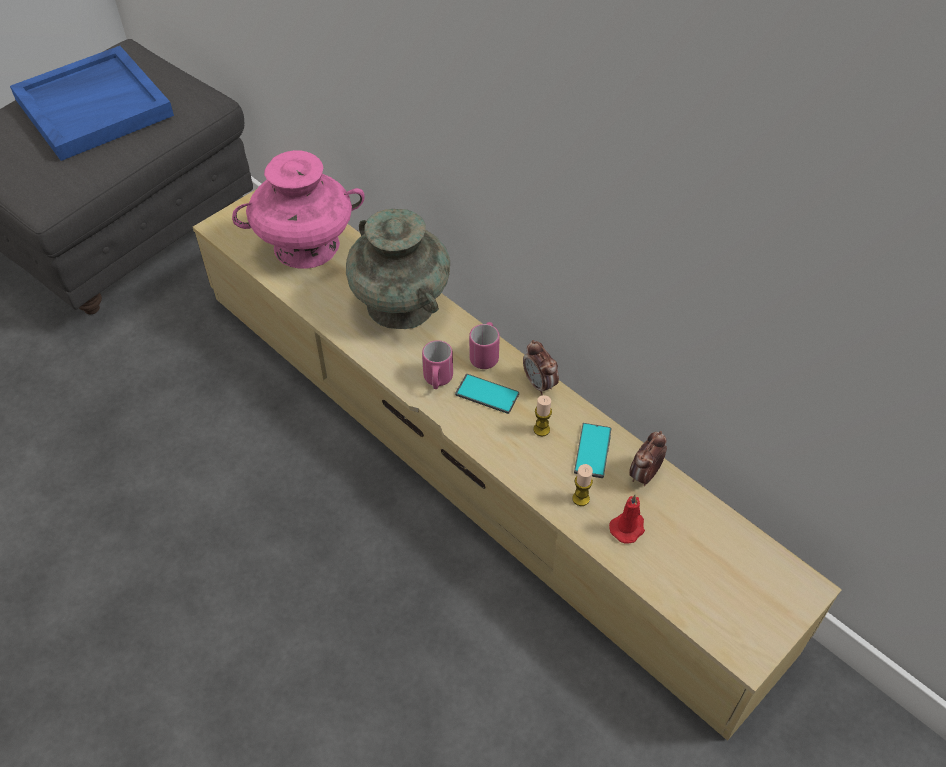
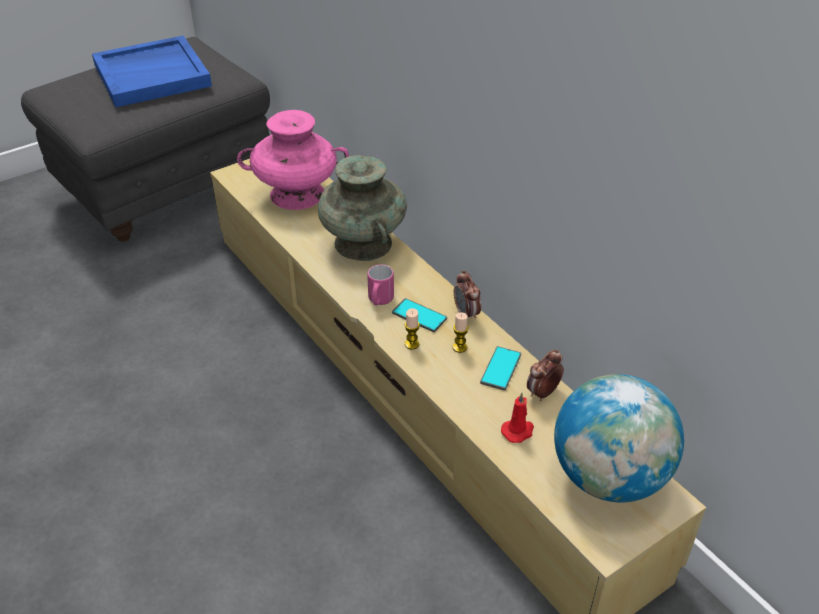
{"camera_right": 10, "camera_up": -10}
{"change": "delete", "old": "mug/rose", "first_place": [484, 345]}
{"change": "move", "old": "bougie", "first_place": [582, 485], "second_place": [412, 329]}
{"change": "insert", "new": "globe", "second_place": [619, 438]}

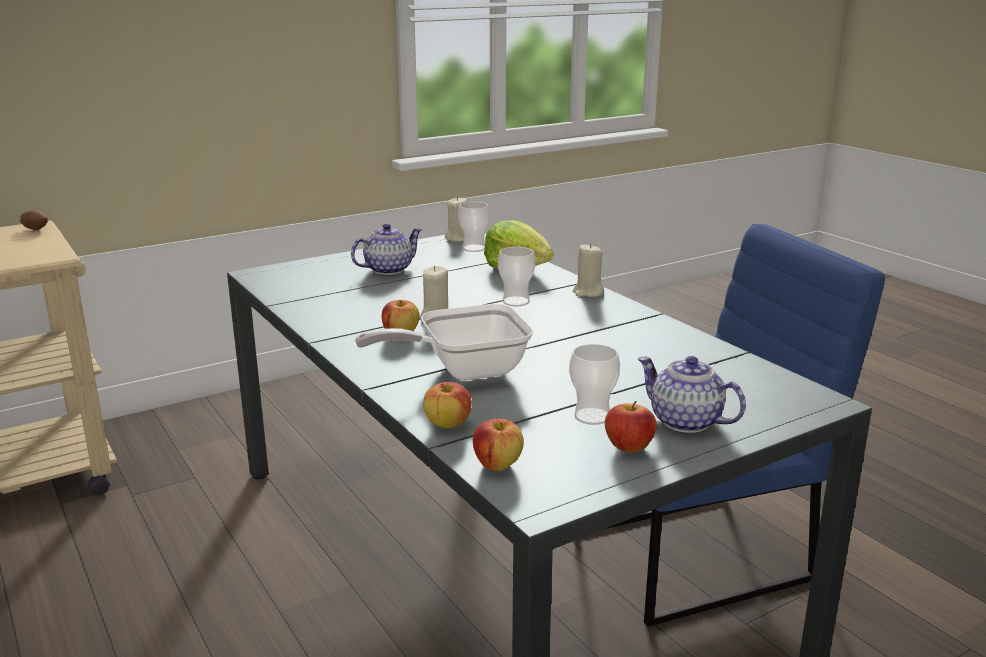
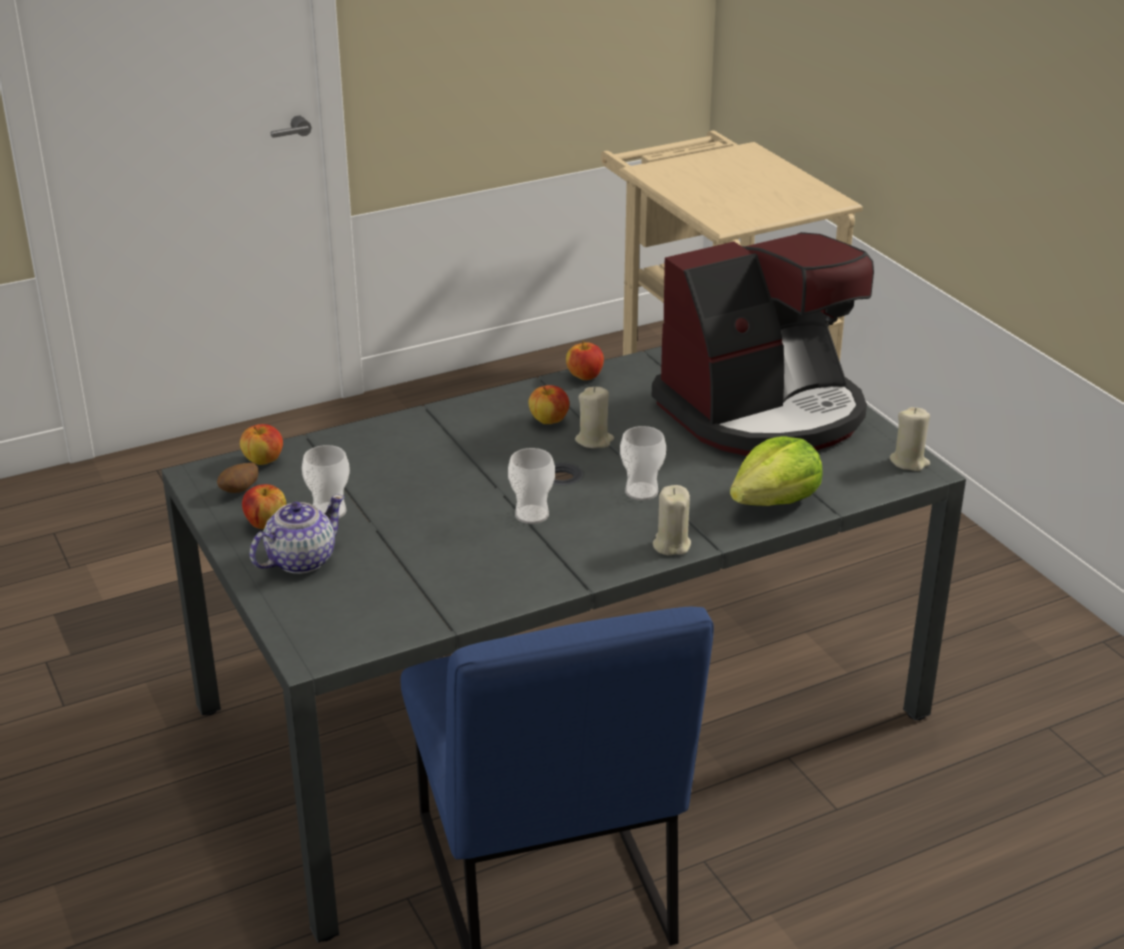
{"camera_right": 95, "camera_up": 10}
{"change": "move", "old": "pomme de terre", "first_place": [34, 220], "second_place": [237, 478]}
{"change": "replace", "old": "théière", "new": "machine à café", "first_place": [386, 249], "second_place": [763, 344]}
{"change": "delete", "old": "poêle", "first_place": [444, 342]}
{"change": "move", "old": "pomme", "first_place": [447, 405], "second_place": [585, 360]}
{"change": "move", "old": "tasse", "first_place": [474, 227], "second_place": [531, 486]}

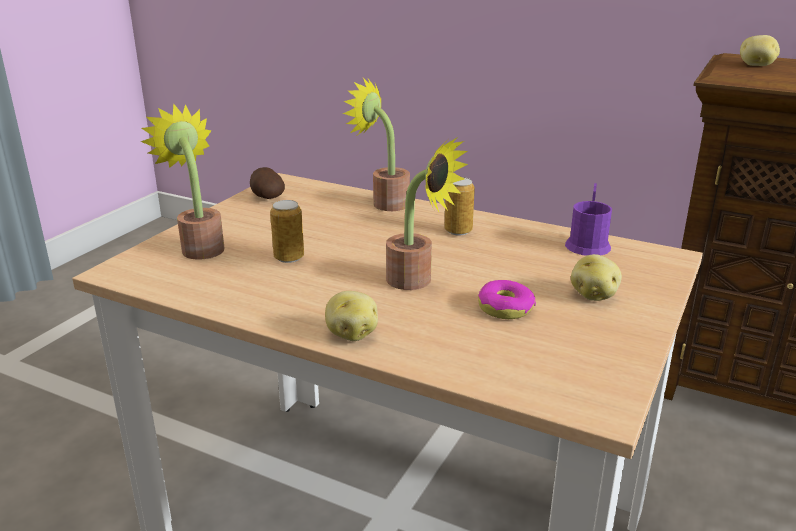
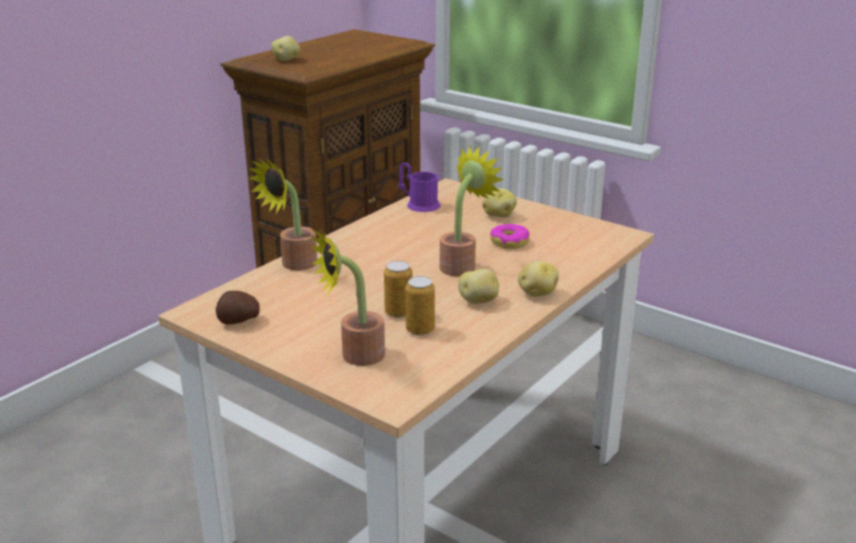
{"camera_right": -80, "camera_up": 0}
{"change": "move", "old": "boîte métallique", "first_place": [459, 206], "second_place": [420, 306]}
{"change": "insert", "new": "pomme de terre", "second_place": [478, 286]}

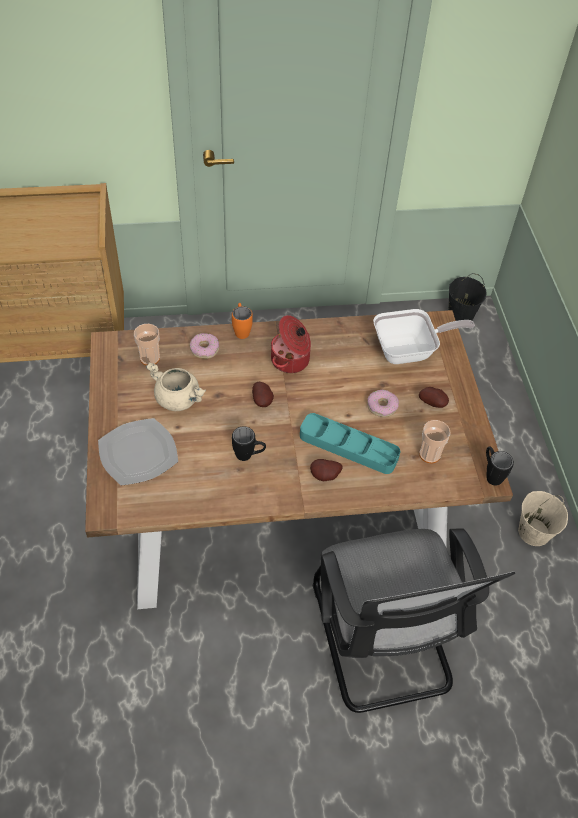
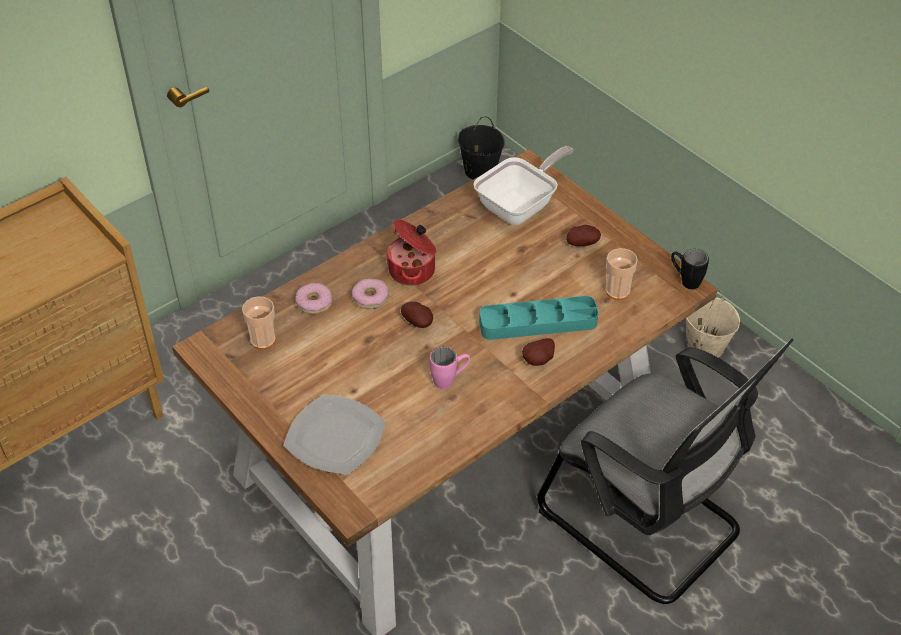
{"camera_right": -30, "camera_up": -5}
{"change": "delete", "old": "marmite/beige", "first_place": [176, 387]}
{"change": "delete", "old": "mug/orange", "first_place": [242, 321]}
{"change": "recolor", "old": "mug/noir", "new": "mug/rose", "first_place": [249, 443], "second_place": [450, 368]}
{"change": "move", "old": "beignet", "first_place": [383, 403], "second_place": [370, 293]}

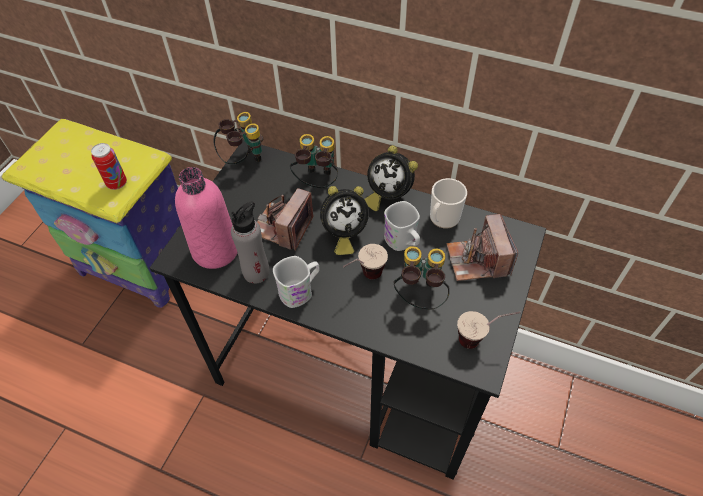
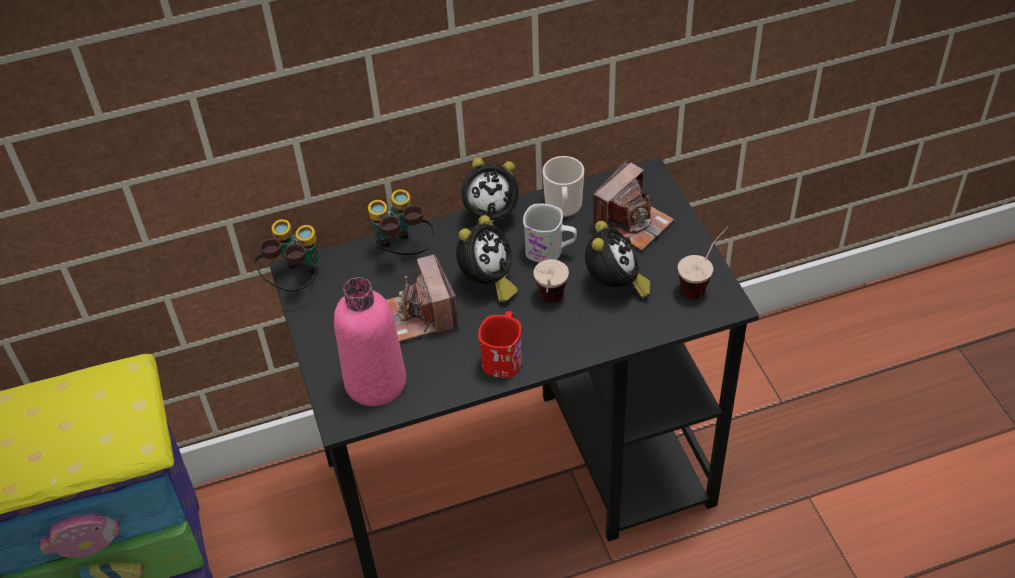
{"camera_right": -40, "camera_up": -5}
{"change": "delete", "old": "boîte métallique", "first_place": [109, 166]}
{"change": "delete", "old": "bouteille/gris", "first_place": [250, 242]}
{"change": "recolor", "old": "mug/blanc", "new": "mug/rouge", "first_place": [296, 282], "second_place": [500, 344]}
{"change": "replace", "old": "jumelles", "new": "réveil", "first_place": [422, 278], "second_place": [618, 259]}
{"change": "rotate", "old": "appareil photo", "first_place": [482, 247], "second_place": [633, 206], "degrees": -90}

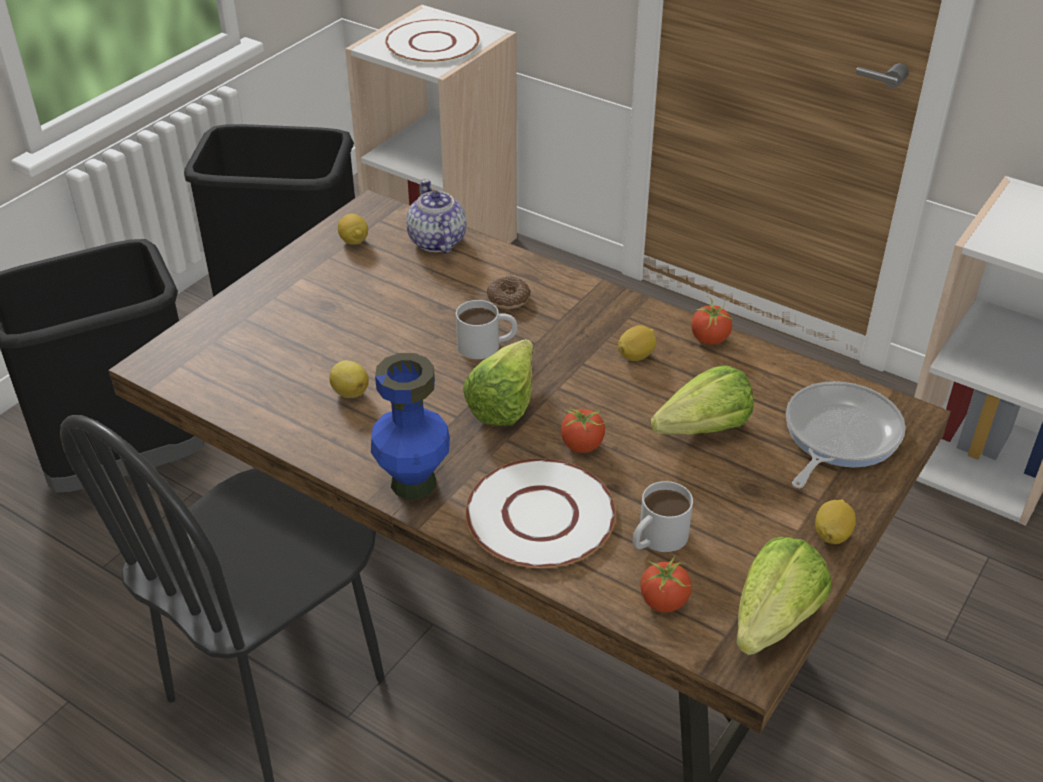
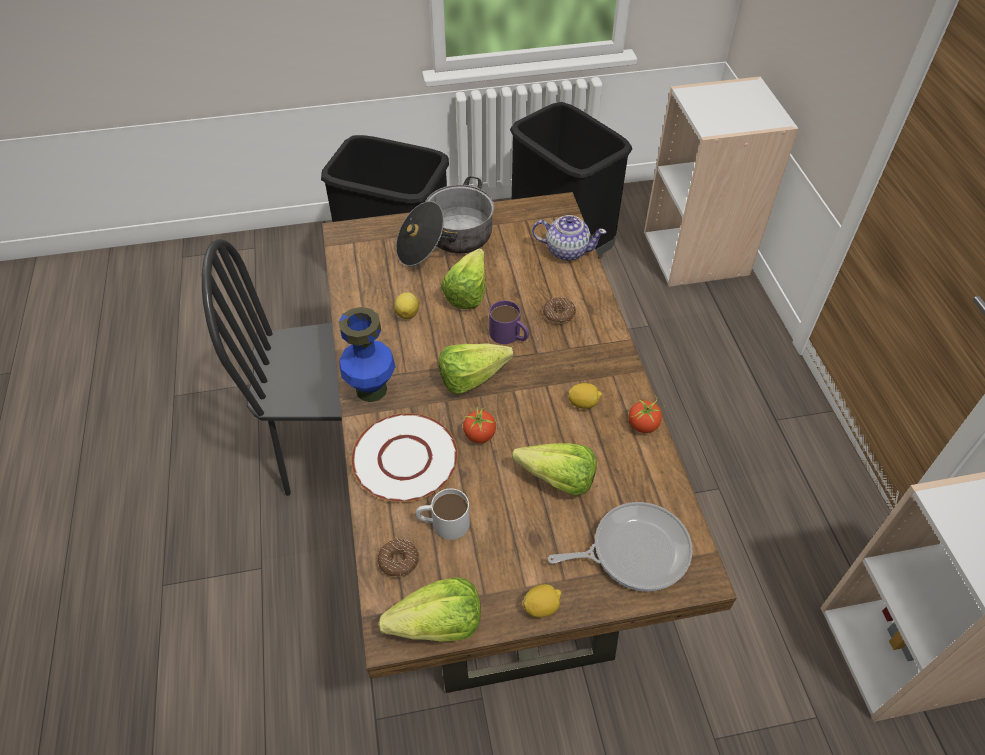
{"camera_right": 45, "camera_up": 10}
{"change": "delete", "old": "citron", "first_place": [353, 229]}
{"change": "delete", "old": "assiette/blanc", "first_place": [432, 41]}
{"change": "rotate", "old": "théière", "first_place": [436, 216], "second_place": [569, 238], "degrees": 75}
{"change": "recolor", "old": "mug/blanc", "new": "mug/violet", "first_place": [486, 329], "second_place": [509, 322]}
{"change": "replace", "old": "tomate", "new": "beignet", "first_place": [666, 583], "second_place": [398, 558]}
{"change": "insert", "new": "marmite", "second_place": [445, 221]}
{"change": "insert", "new": "laitue", "second_place": [463, 278]}

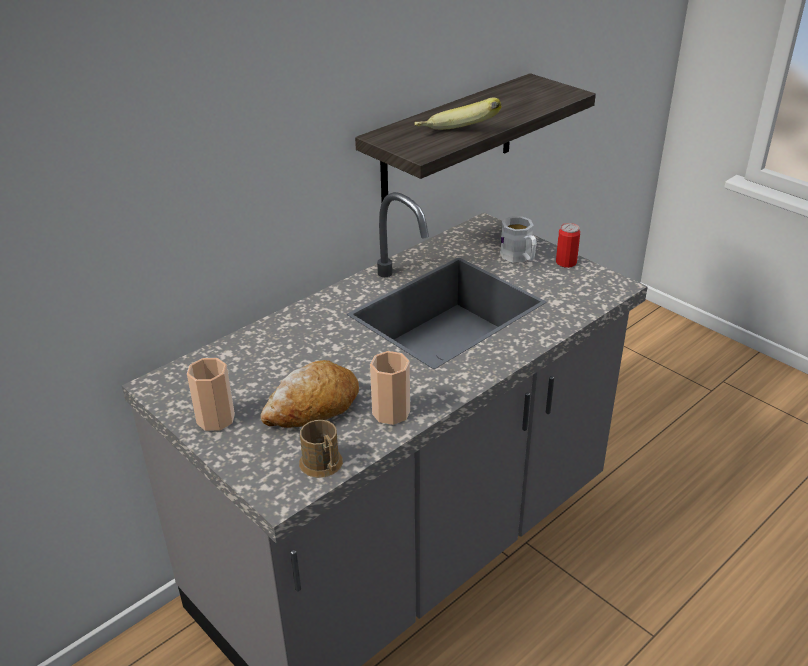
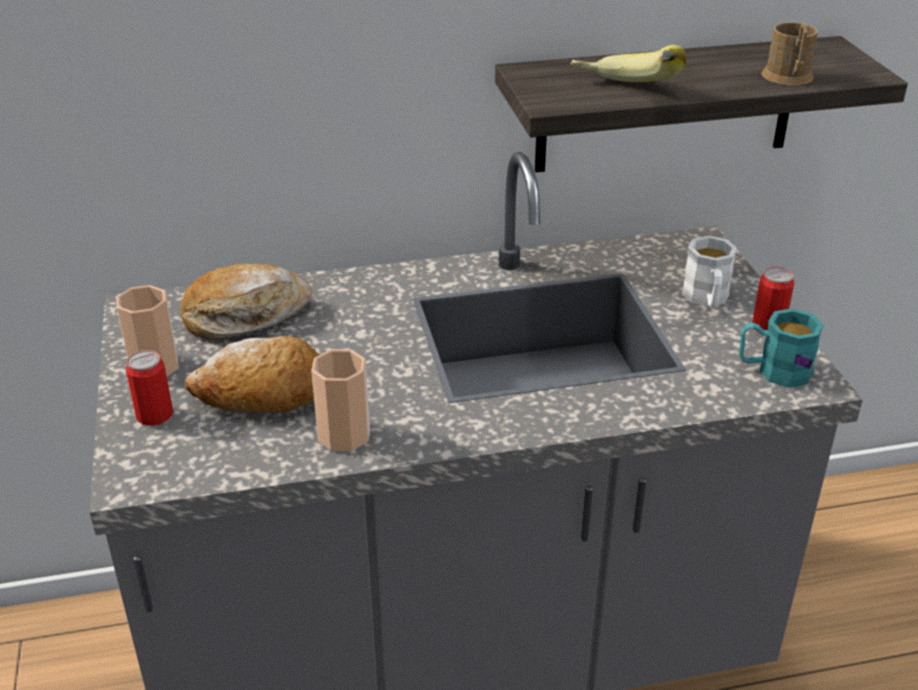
{"camera_right": 30, "camera_up": 0}
{"change": "move", "old": "mug/marron", "first_place": [321, 449], "second_place": [789, 53]}
{"change": "insert", "new": "boîte métallique", "second_place": [149, 388]}
{"change": "insert", "new": "pain", "second_place": [246, 301]}
{"change": "insert", "new": "mug/turquoise", "second_place": [781, 348]}

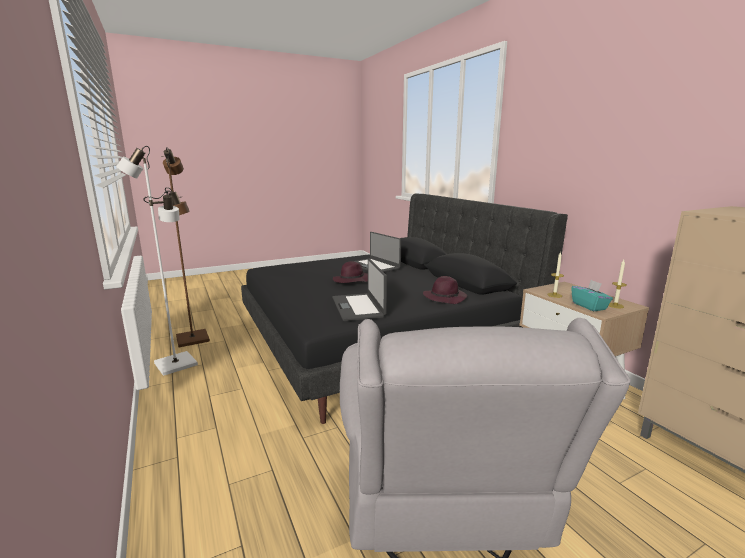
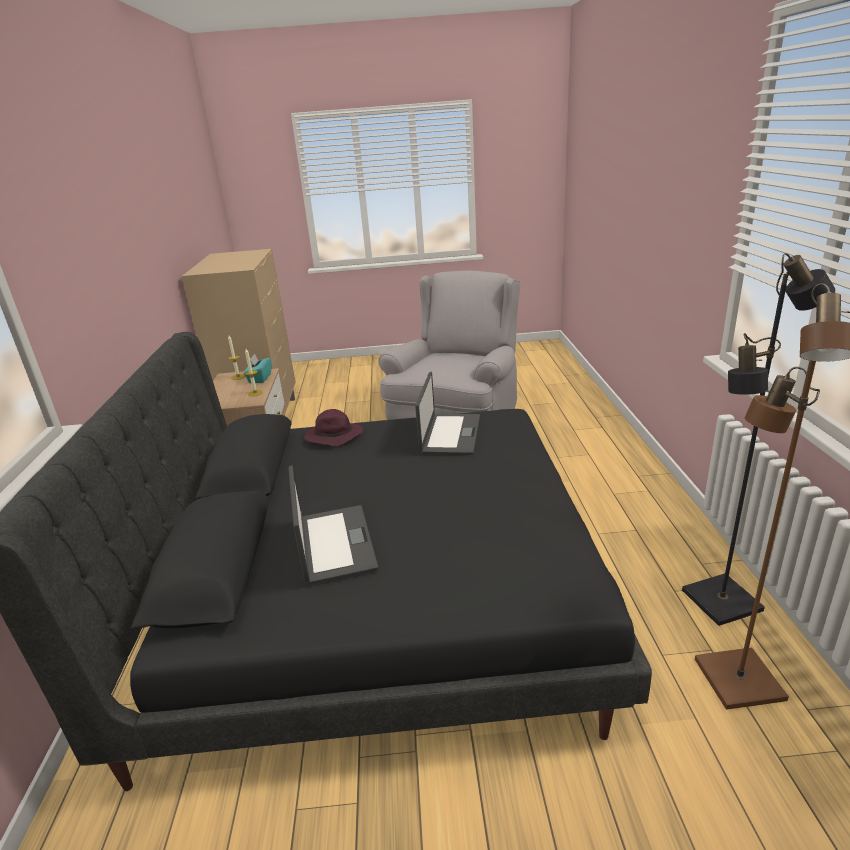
{"camera_right": -155, "camera_up": 10}
{"change": "recolor", "old": "lampadaire/blanc", "new": "lampadaire/noir", "first_place": [157, 261], "second_place": [758, 439]}
{"change": "delete", "old": "chapeau/violet", "first_place": [350, 272]}

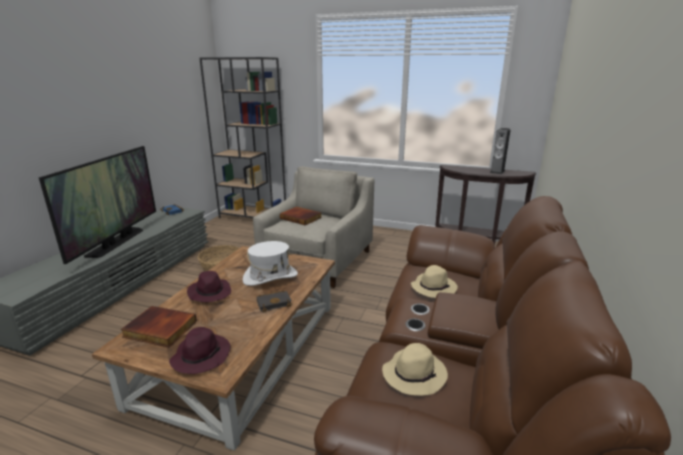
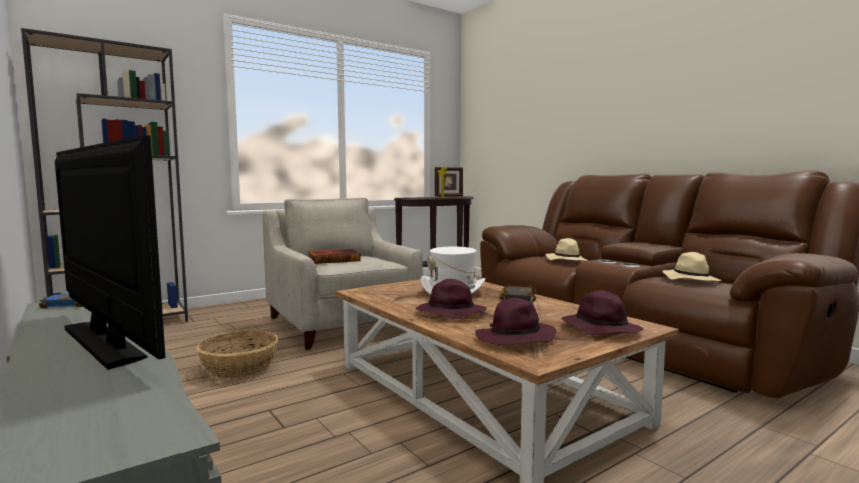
{"camera_right": -55, "camera_up": -15}
{"change": "replace", "old": "livre", "new": "chapeau/violet", "first_place": [159, 326], "second_place": [515, 321]}
{"change": "replace", "old": "enceinte", "new": "cadre photo", "first_place": [500, 151], "second_place": [449, 181]}

